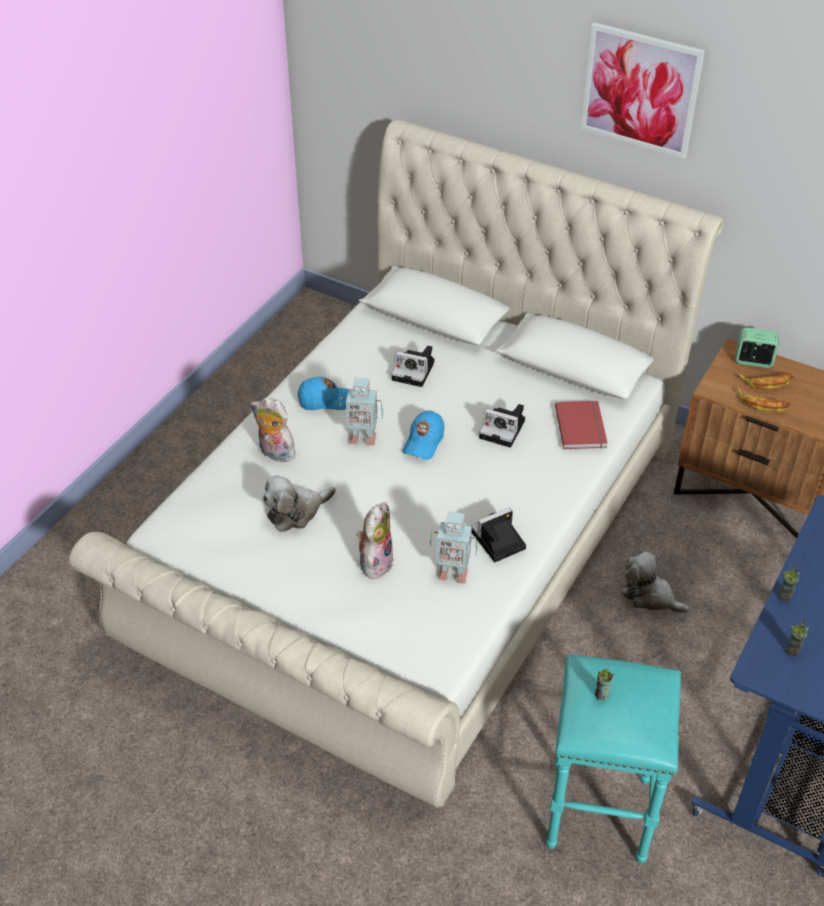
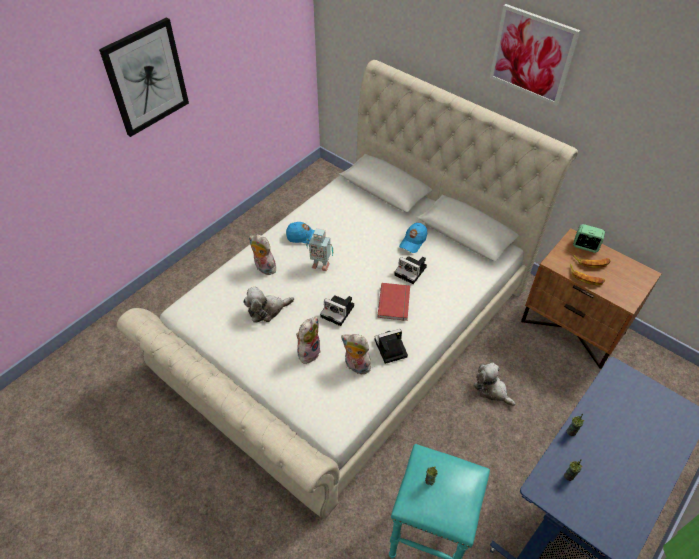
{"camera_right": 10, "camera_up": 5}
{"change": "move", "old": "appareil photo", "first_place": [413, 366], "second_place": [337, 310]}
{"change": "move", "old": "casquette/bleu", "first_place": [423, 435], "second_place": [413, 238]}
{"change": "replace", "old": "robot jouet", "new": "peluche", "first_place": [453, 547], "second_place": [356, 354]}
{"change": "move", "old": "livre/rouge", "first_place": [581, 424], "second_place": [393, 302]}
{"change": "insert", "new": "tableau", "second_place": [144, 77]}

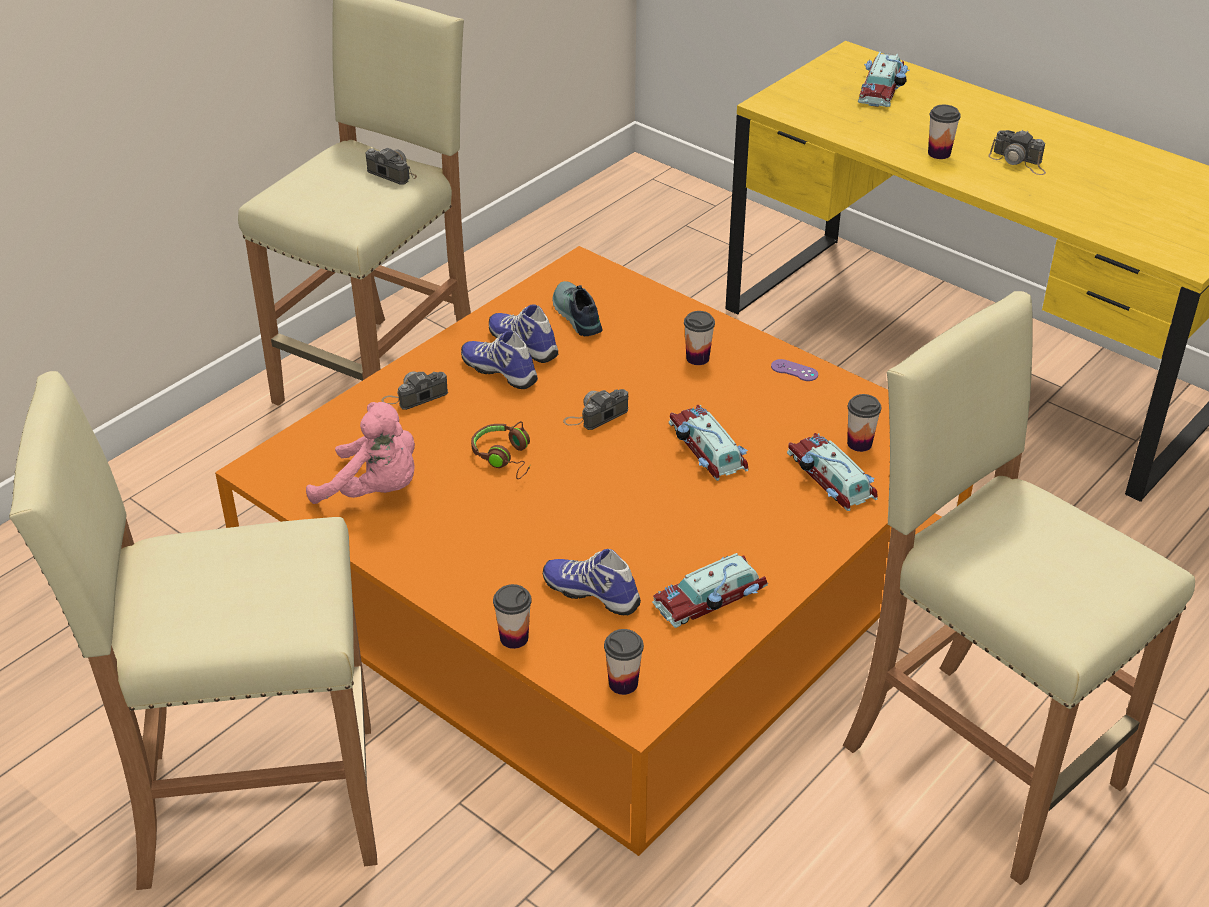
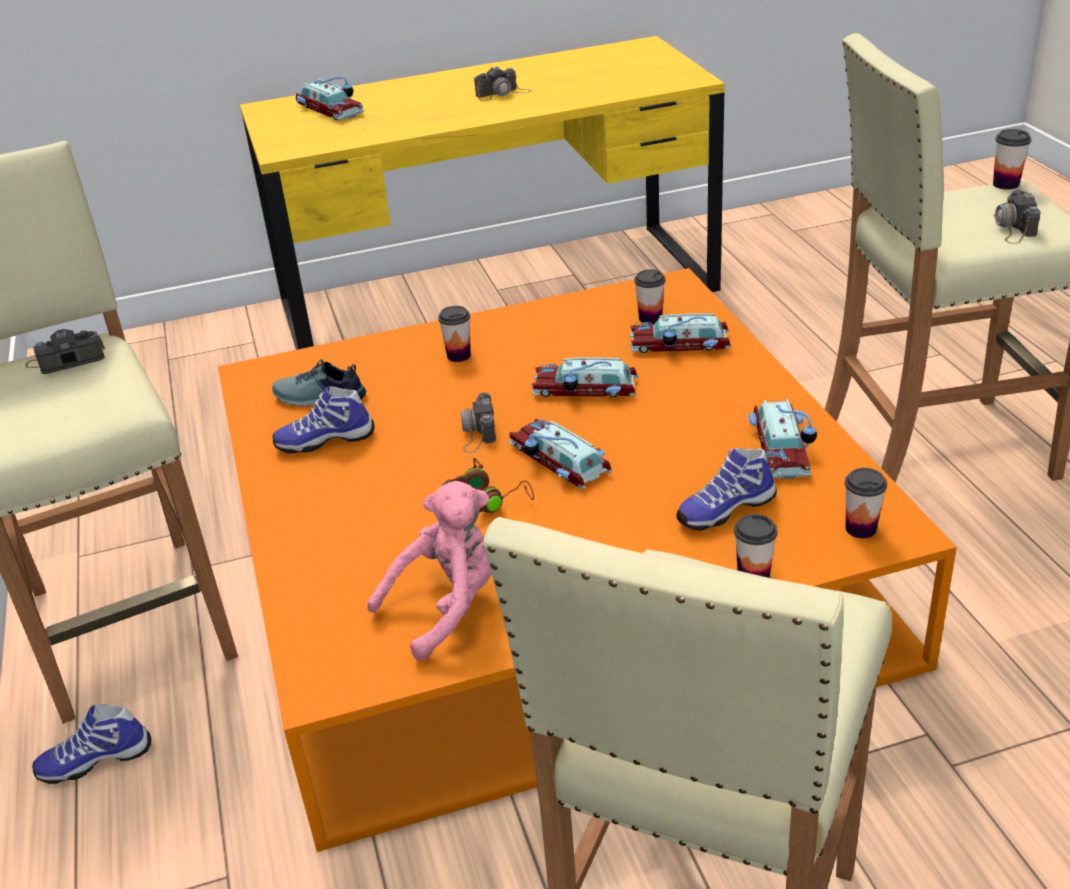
{"camera_right": -55, "camera_up": -5}
{"change": "move", "old": "appareil photo", "first_place": [414, 390], "second_place": [1017, 217]}
{"change": "move", "old": "chaussure", "first_place": [499, 359], "second_place": [91, 744]}
{"change": "delete", "old": "manette/violet", "first_place": [794, 370]}
{"change": "move", "old": "tasse", "first_place": [944, 132], "second_place": [1012, 159]}
{"change": "insert", "new": "petite voiture", "second_place": [560, 453]}

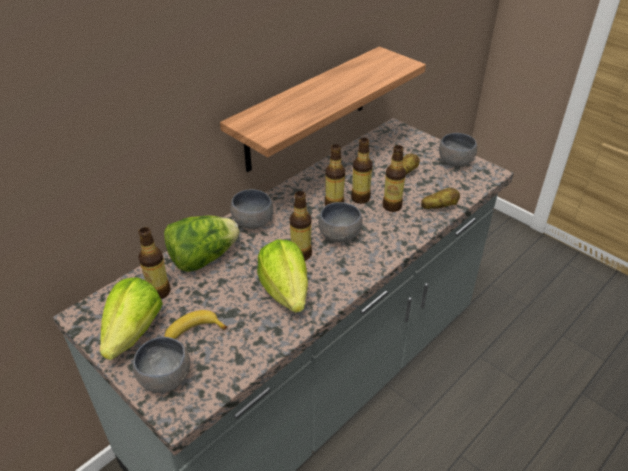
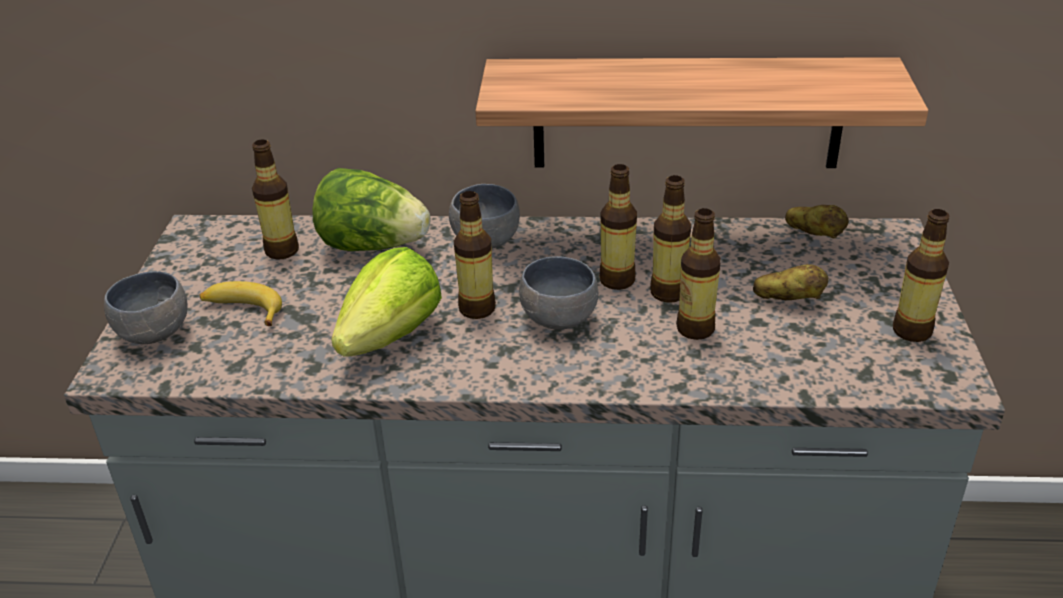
{"camera_right": 50, "camera_up": -5}
{"change": "delete", "old": "laitue", "first_place": [131, 318]}
{"change": "move", "old": "pomme de terre", "first_place": [440, 198], "second_place": [817, 221]}
{"change": "replace", "old": "bol/gris", "new": "bouteille", "first_place": [458, 150], "second_place": [921, 275]}

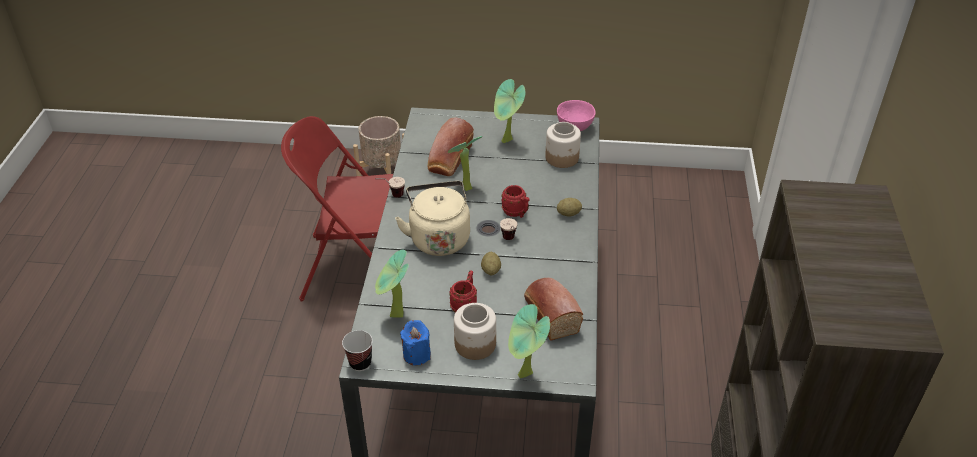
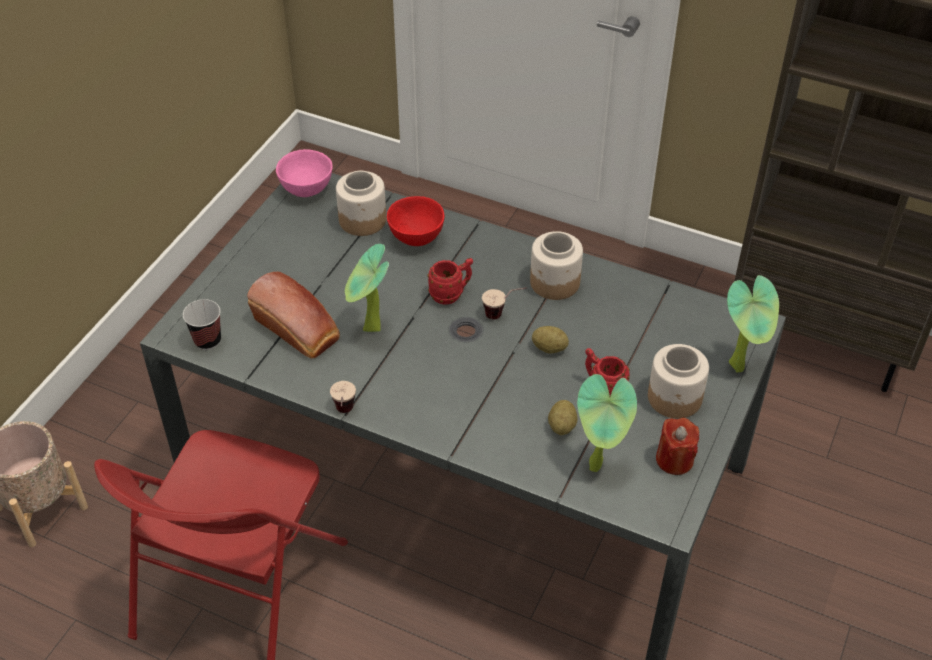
{"camera_right": -70, "camera_up": 5}
{"change": "move", "old": "tasse", "first_place": [357, 350], "second_place": [202, 324]}
{"change": "delete", "old": "bouilloire/beige", "first_place": [432, 218]}
{"change": "recolor", "old": "bougie/bleu", "new": "bougie/rouge", "first_place": [415, 342], "second_place": [677, 446]}
{"change": "delete", "old": "plante en pot", "first_place": [510, 111]}
{"change": "delete", "old": "pain", "first_place": [553, 309]}
{"change": "move", "old": "pomme de terre", "first_place": [569, 207], "second_place": [562, 417]}
{"change": "insert", "new": "bol/rouge", "second_place": [416, 221]}
{"change": "insert", "new": "bocal", "second_place": [556, 265]}

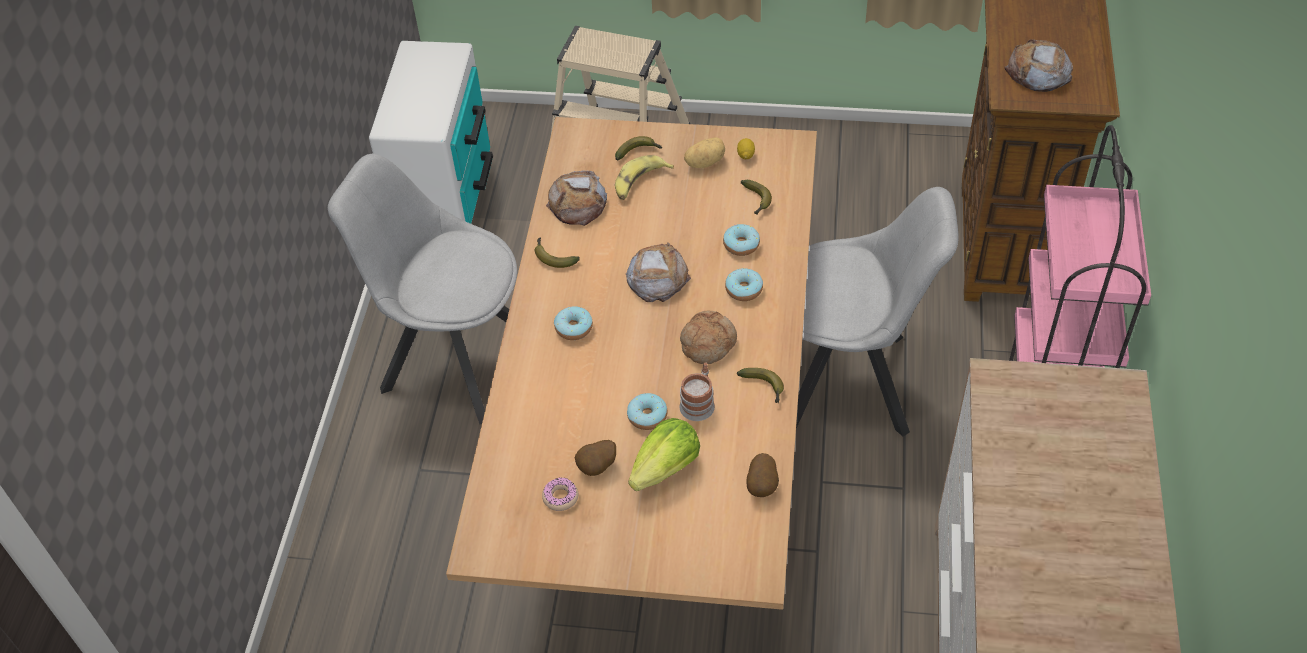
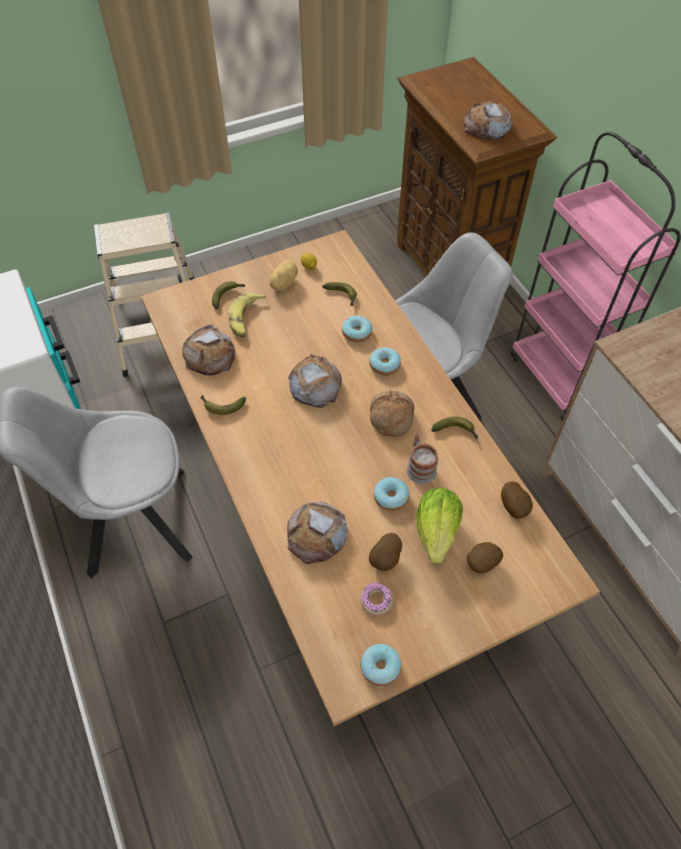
{"camera_right": -35, "camera_up": 5}
{"change": "move", "old": "beignet", "first_place": [573, 323], "second_place": [381, 665]}
{"change": "insert", "new": "pain", "second_place": [317, 533]}
{"change": "insert", "new": "pomme de terre", "second_place": [485, 558]}

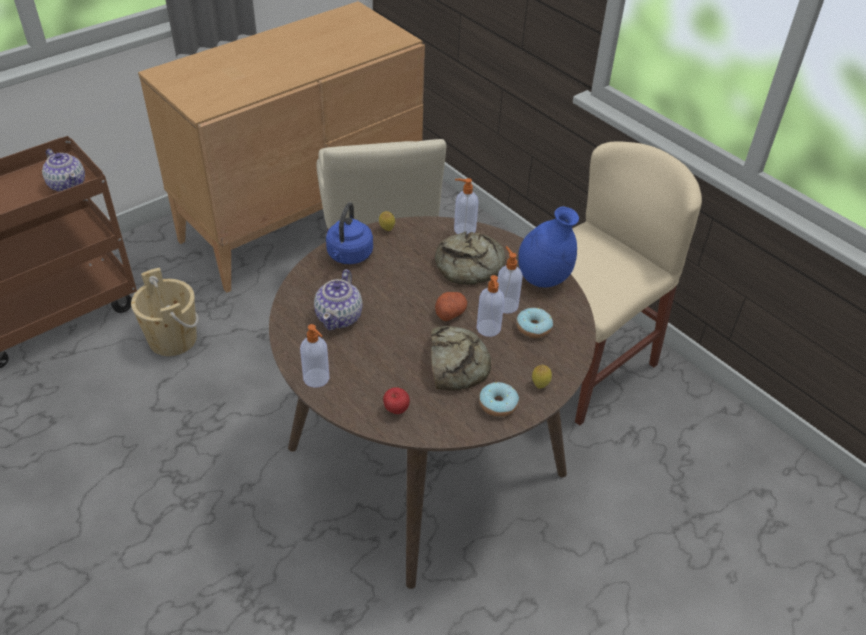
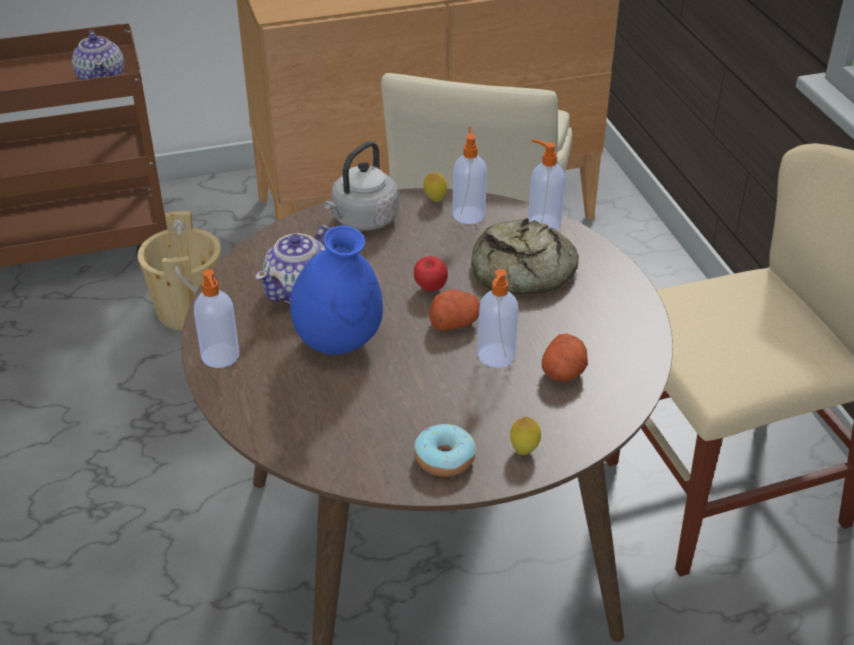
{"camera_right": 25, "camera_up": -5}
{"change": "recolor", "old": "bouilloire/bleu", "new": "bouilloire/gris", "first_place": [349, 233], "second_place": [361, 186]}
{"change": "move", "old": "pomme", "first_place": [396, 400], "second_place": [431, 273]}
{"change": "delete", "old": "pain", "first_place": [461, 358]}
{"change": "move", "old": "distributeur de savon", "first_place": [510, 280], "second_place": [469, 175]}
{"change": "replace", "old": "beignet", "new": "pomme de terre", "first_place": [534, 323], "second_place": [565, 357]}
{"change": "move", "old": "vase/bleu", "first_place": [548, 247], "second_place": [336, 290]}

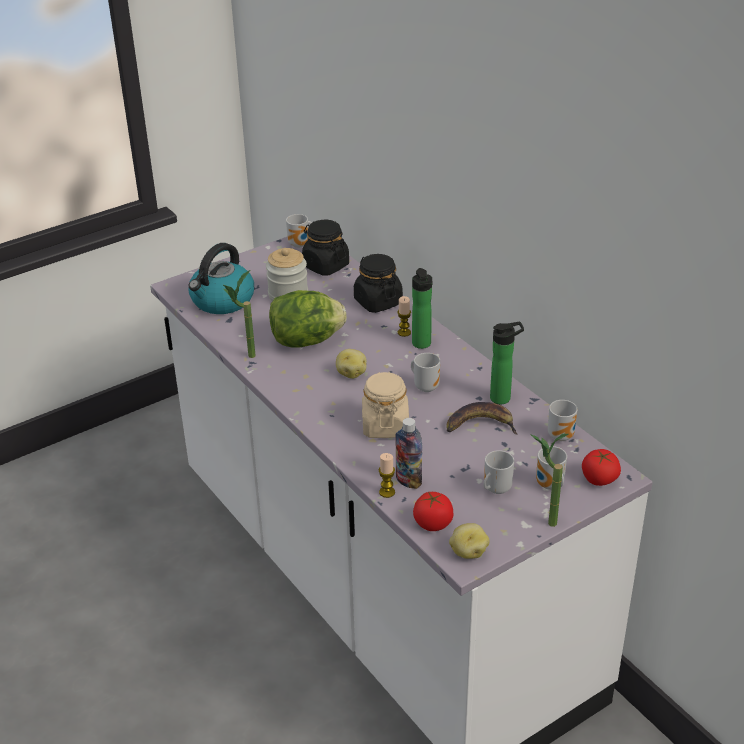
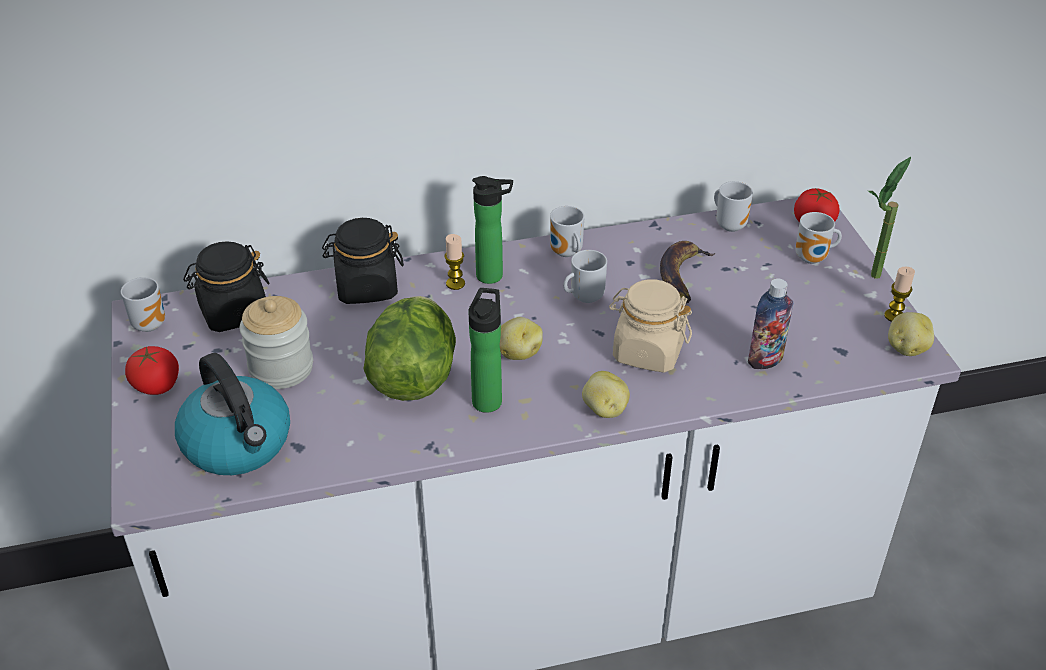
{"camera_right": -70, "camera_up": 5}
{"change": "delete", "old": "plante en pot", "first_place": [239, 314]}
{"change": "move", "old": "bougie", "first_place": [387, 475], "second_place": [899, 294]}
{"change": "move", "old": "tomate", "first_place": [433, 511], "second_place": [152, 370]}
{"change": "move", "old": "mug", "first_place": [498, 472], "second_place": [567, 231]}
{"change": "move", "old": "bouteille", "first_place": [507, 363], "second_place": [485, 350]}
{"change": "insert", "new": "pomme de terre", "second_place": [606, 394]}

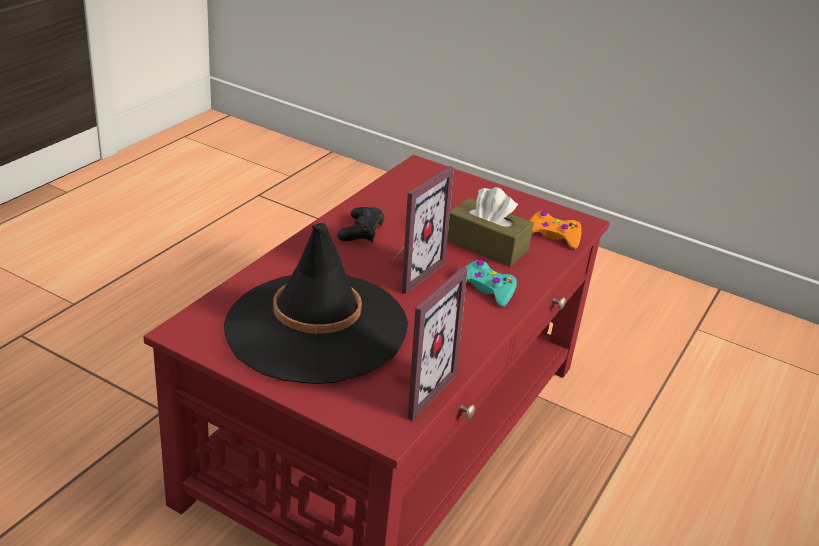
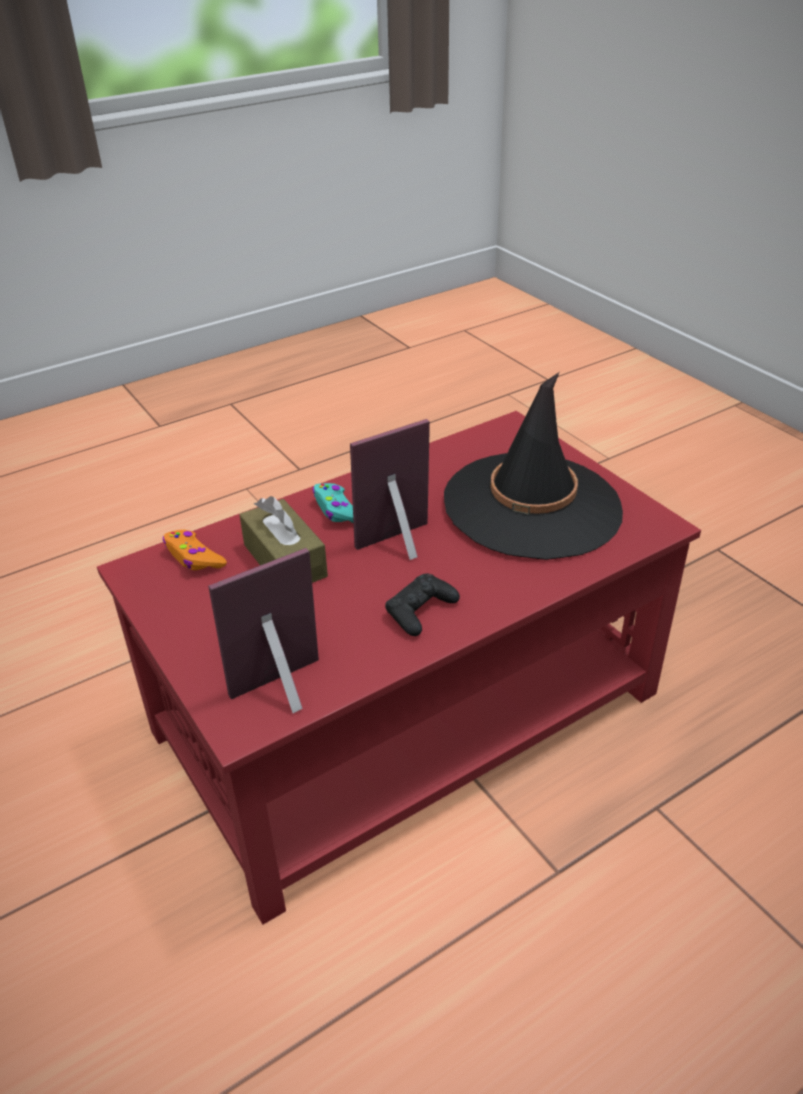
{"camera_right": -150, "camera_up": 5}
{"change": "move", "old": "cadre photo", "first_place": [435, 344], "second_place": [263, 630]}

